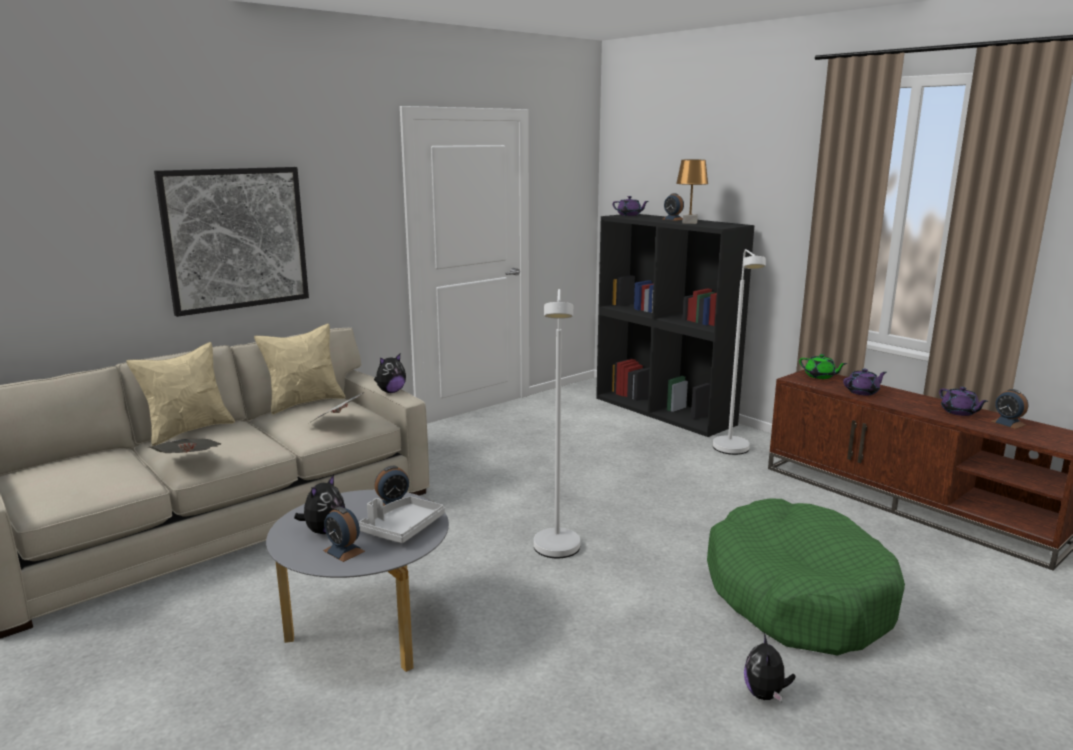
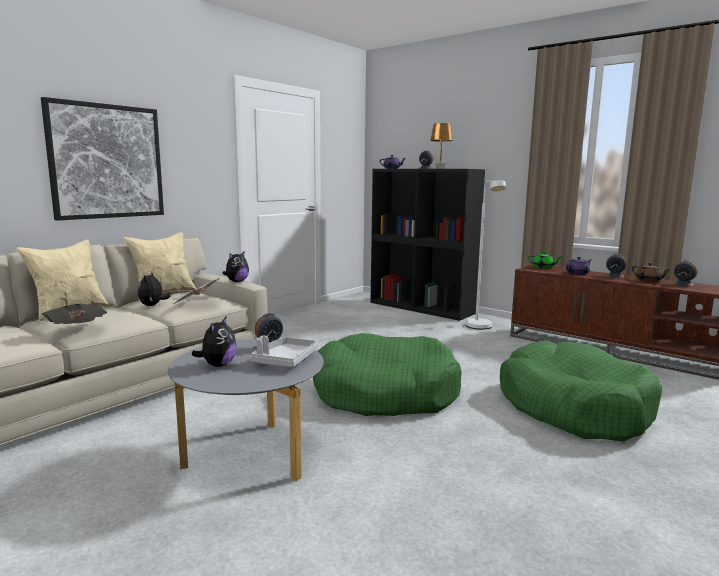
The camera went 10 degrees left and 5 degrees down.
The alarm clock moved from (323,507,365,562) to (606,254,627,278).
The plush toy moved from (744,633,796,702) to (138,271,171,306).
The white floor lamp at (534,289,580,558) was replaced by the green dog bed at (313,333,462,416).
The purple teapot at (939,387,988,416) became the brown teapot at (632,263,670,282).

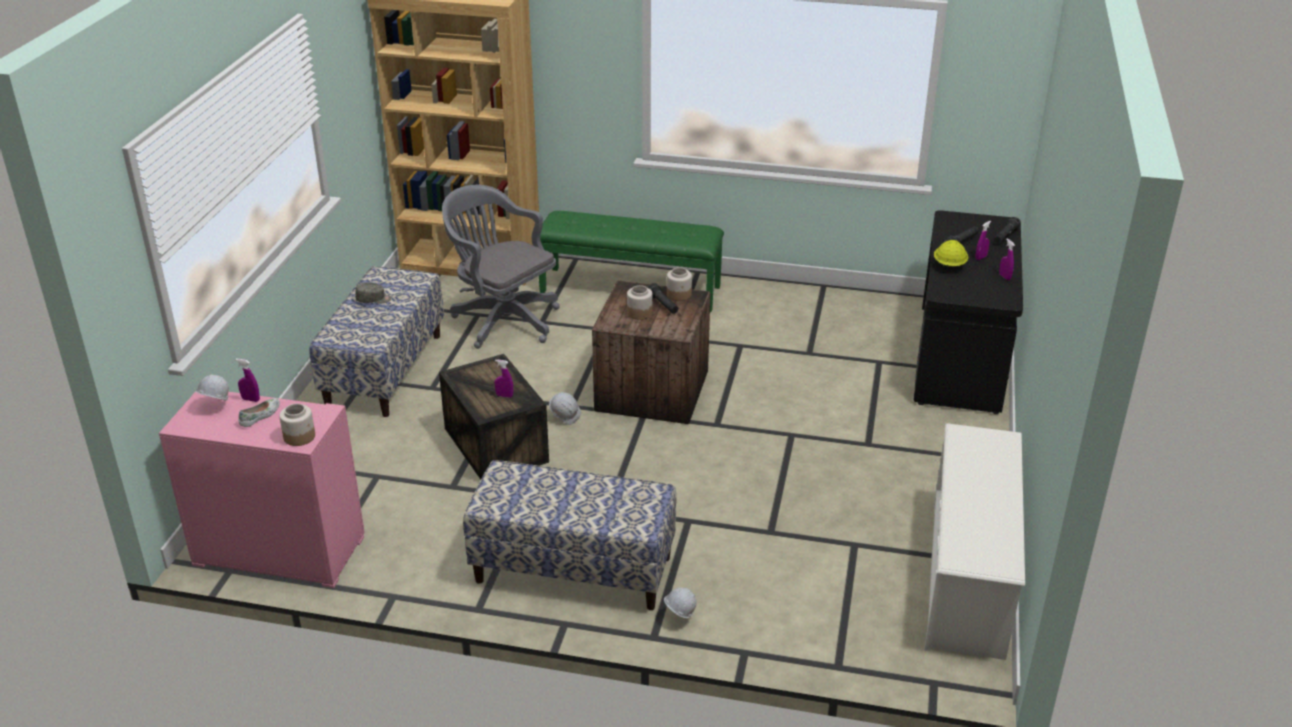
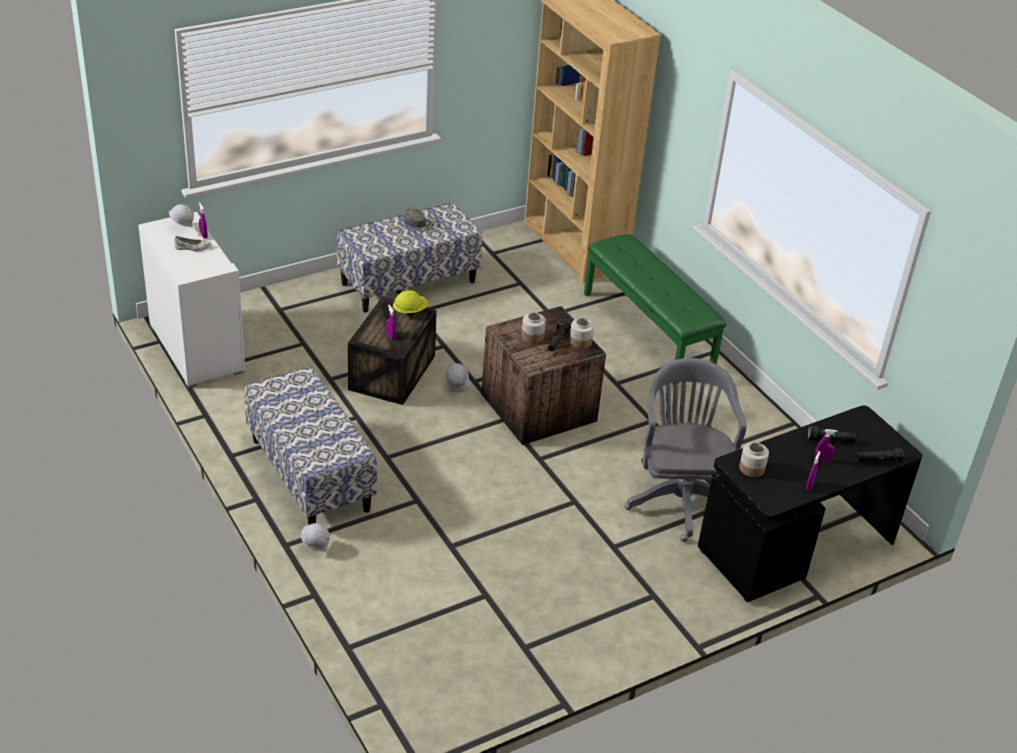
The camera went 45 degrees right and 5 degrees up.
The white shoe rack at (925,423,1025,660) disappeared.
The jar moved from (279,404,315,446) to (739,442,769,477).
The grey office chair moved from (442,185,560,349) to (625,358,747,542).
The yellow hard hat moved from (934,240,968,268) to (393,290,428,316).
The pink dresser at (159,392,365,588) became the white dresser at (138,212,245,388).

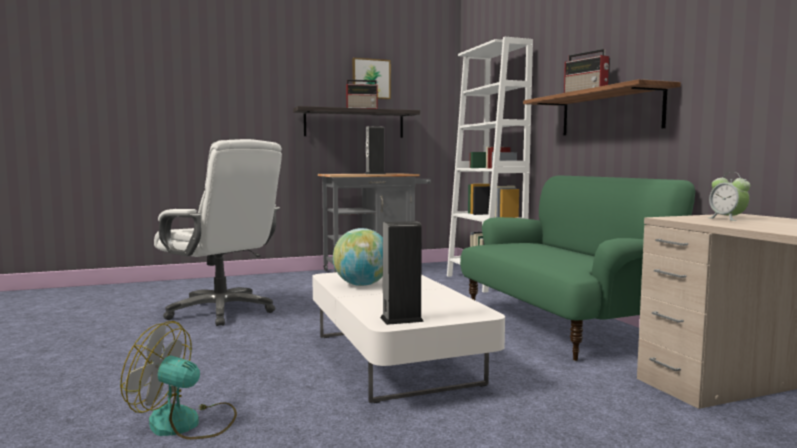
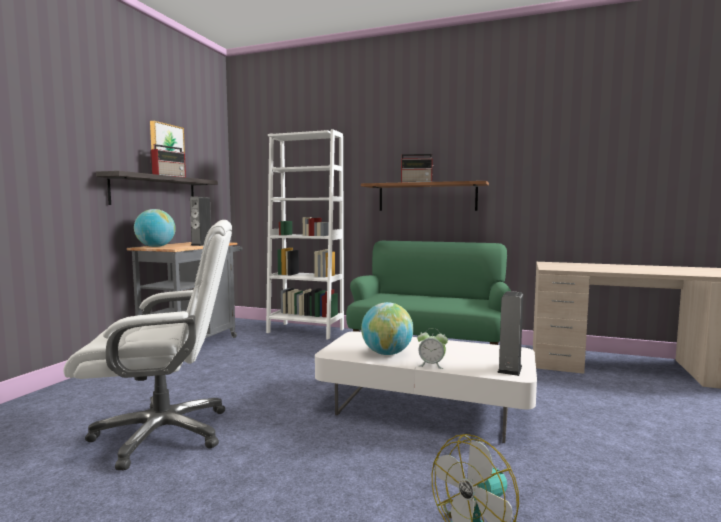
The camera went 50 degrees left and 0 degrees up.
The globe at (134,209,176,247) appeared.
The alarm clock moved from (709,172,751,221) to (417,328,448,369).

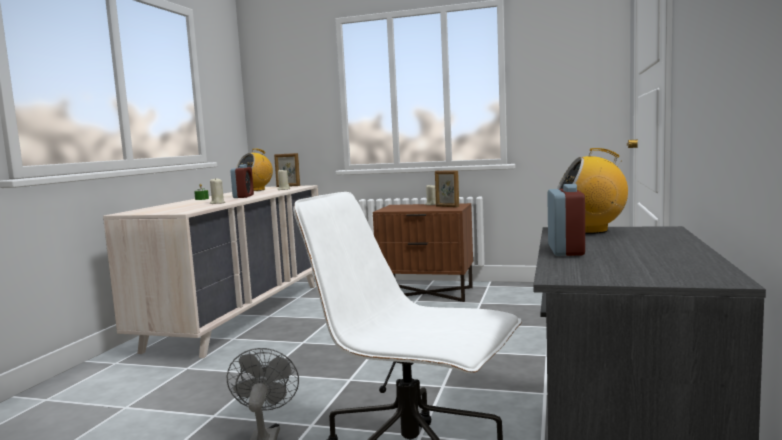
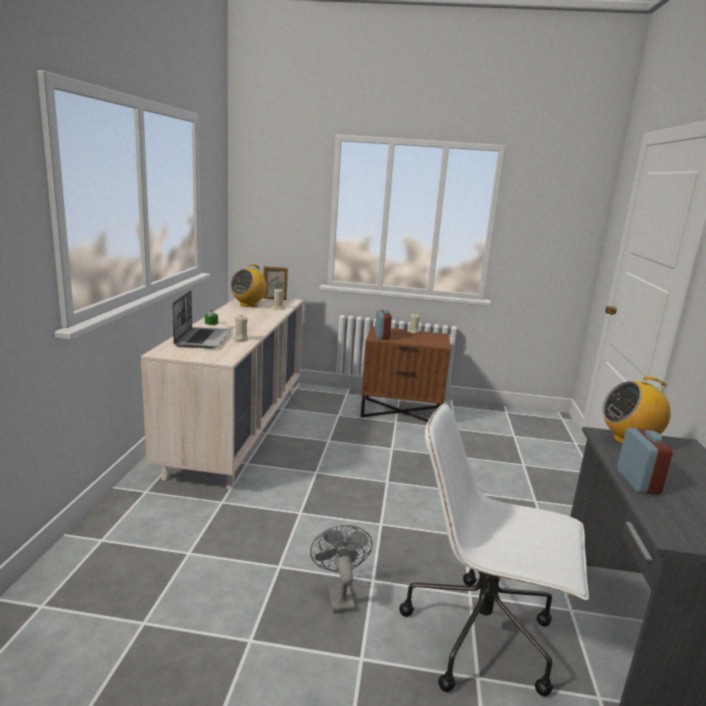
The camera went 10 degrees left and 10 degrees up.
The picture frame at (435,170,459,207) disappeared.
The laptop at (173,290,231,348) appeared.
The alarm clock moved from (230,164,254,198) to (375,310,392,340).

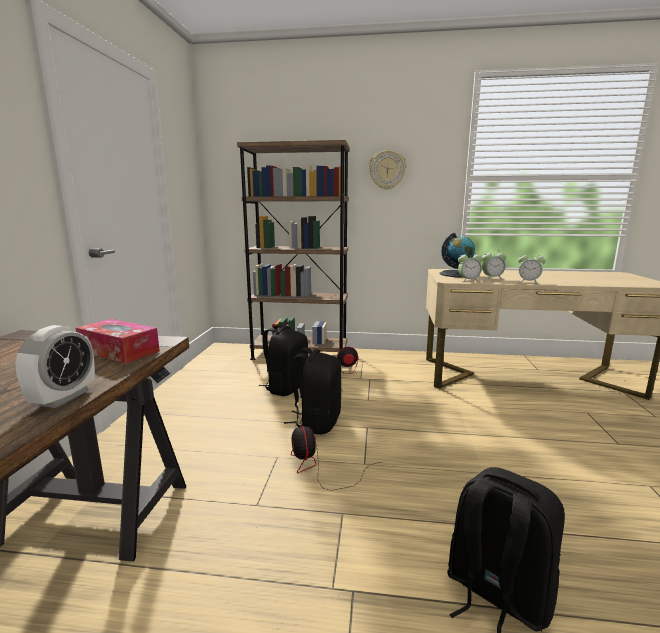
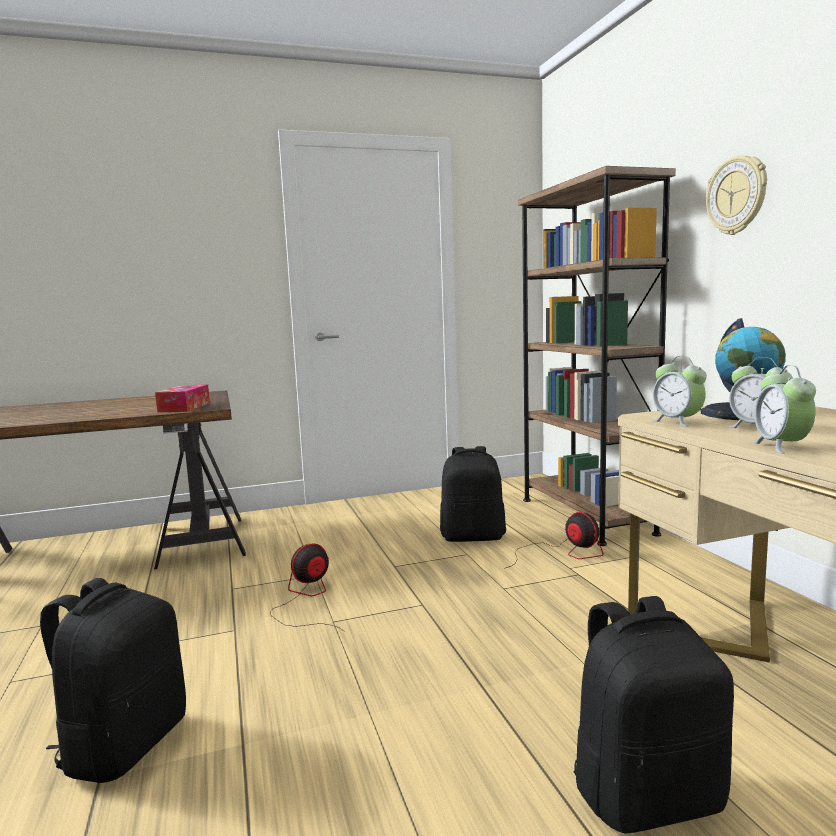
The camera went 65 degrees right and 5 degrees down.
The alarm clock at (15,325,95,408) disappeared.
The black backpack moved from (284,347,342,435) to (574,596,734,833).

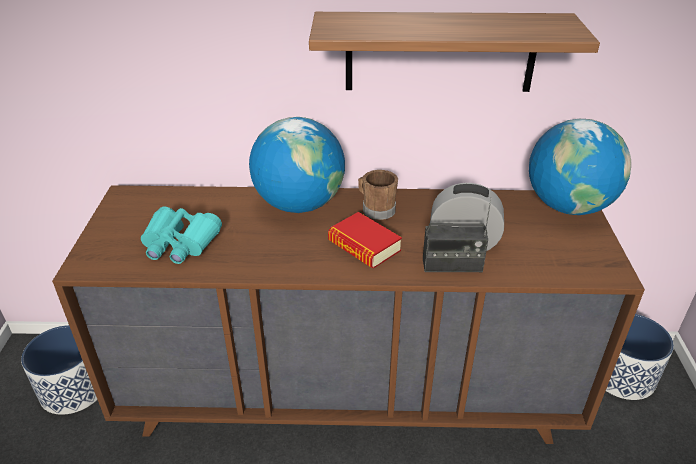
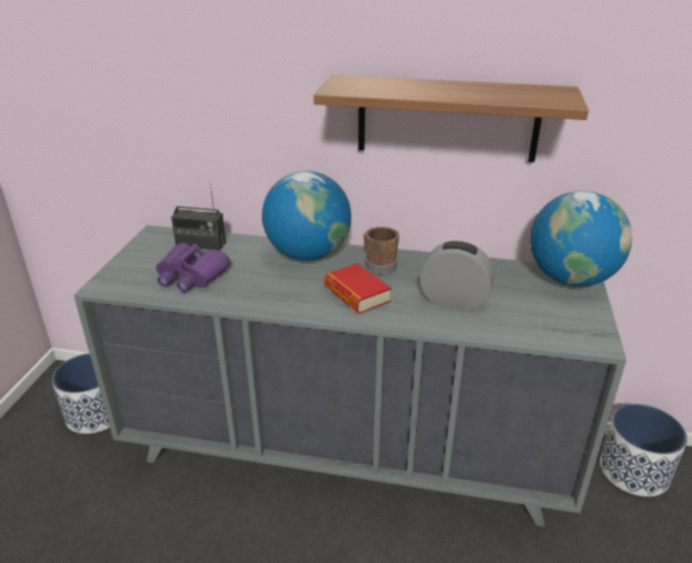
The camera went 10 degrees right and 5 degrees down.
The radio moved from (423,197,492,272) to (171,183,226,251).
The brown dresser at (52,185,645,444) became the grey dresser at (74,225,626,527).
The turquoise binoculars at (141,207,222,264) became the purple binoculars at (156,243,231,292).

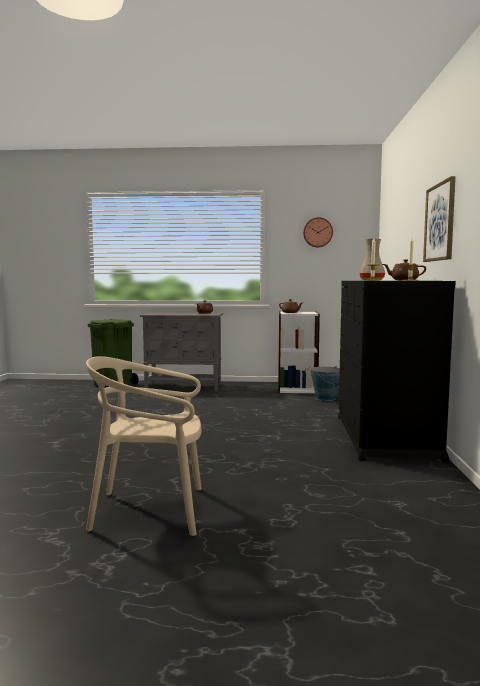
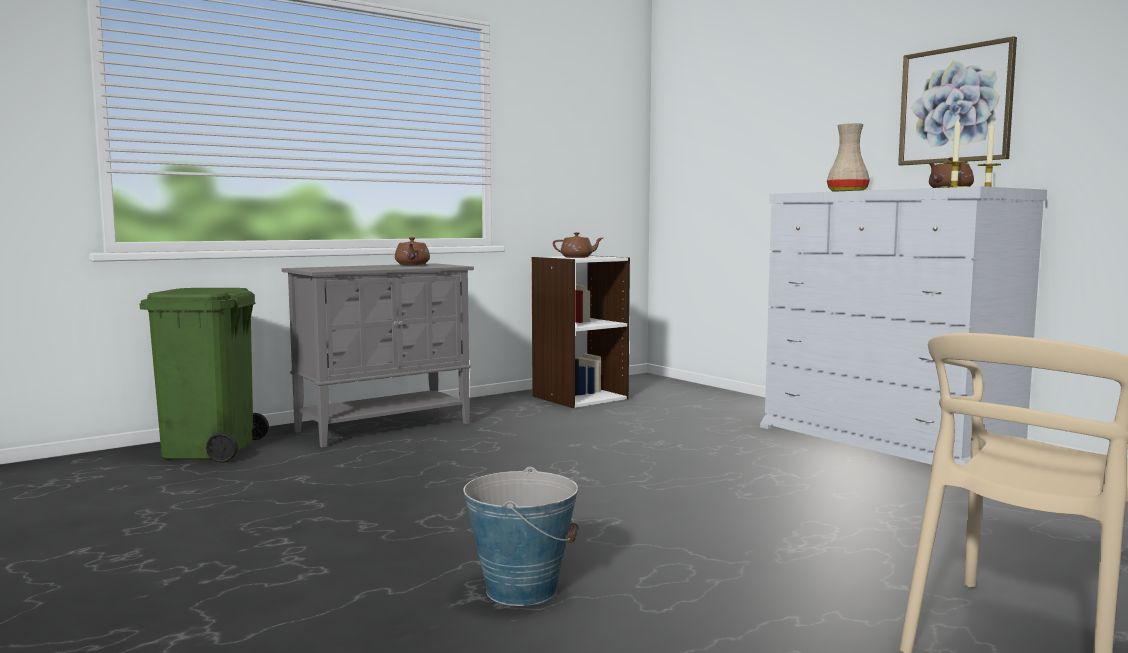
The camera went 40 degrees left and 0 degrees up.
The wall clock at (303,217,333,247) disappeared.
The bucket moved from (310,366,340,401) to (463,466,579,606).
The black dresser at (338,281,456,463) became the white dresser at (760,186,1047,465).

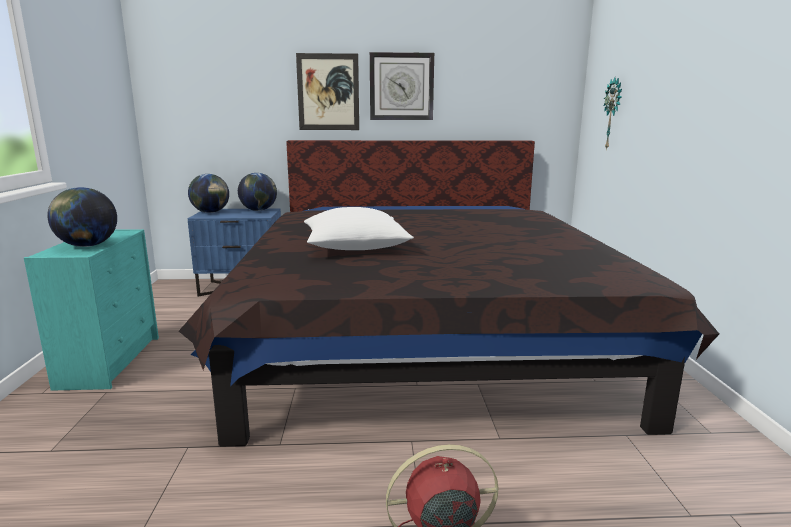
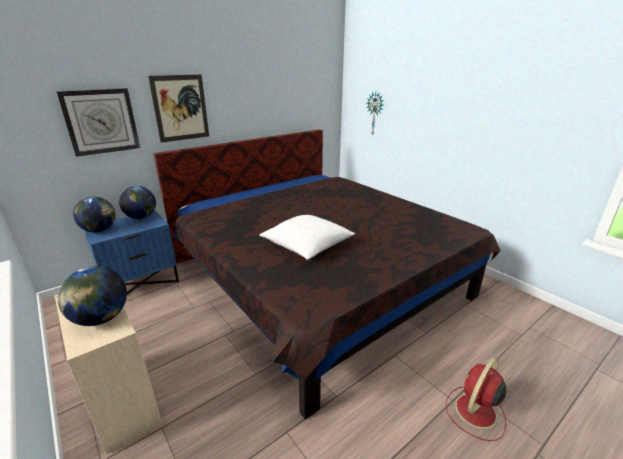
The camera went 35 degrees left and 10 degrees up.
The wall clock moved from (370,52,434,120) to (56,88,140,157).
The turquoise dresser at (24,229,159,391) became the beige dresser at (54,295,162,454).

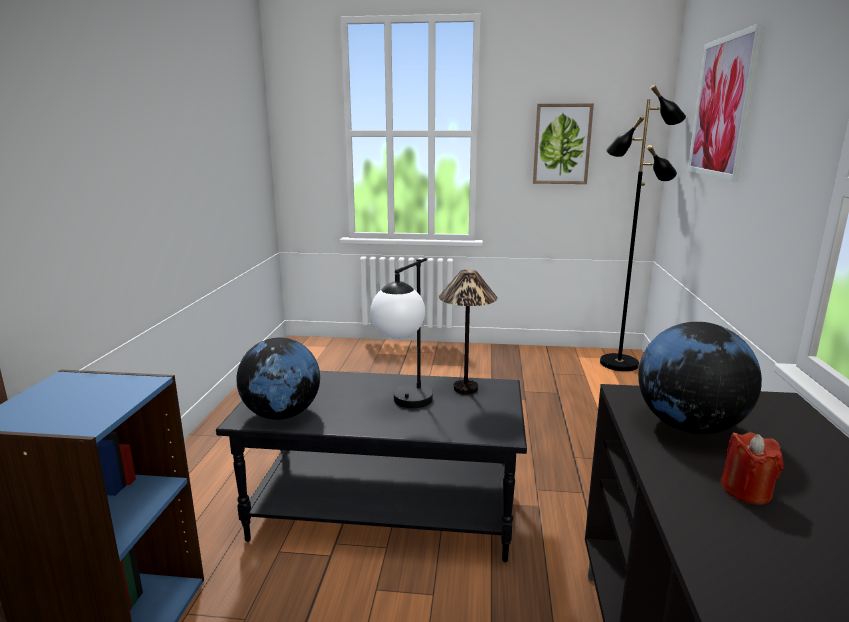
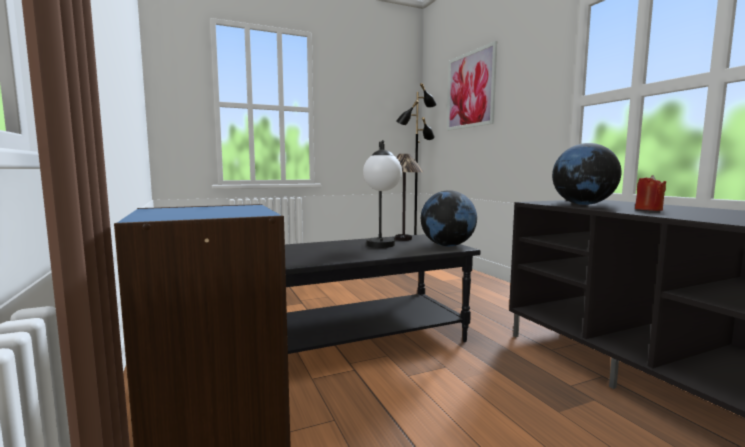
The camera went 30 degrees left and 10 degrees down.
The picture at (533,104,594,184) disappeared.
The globe moved from (236,338,320,420) to (421,190,477,246).

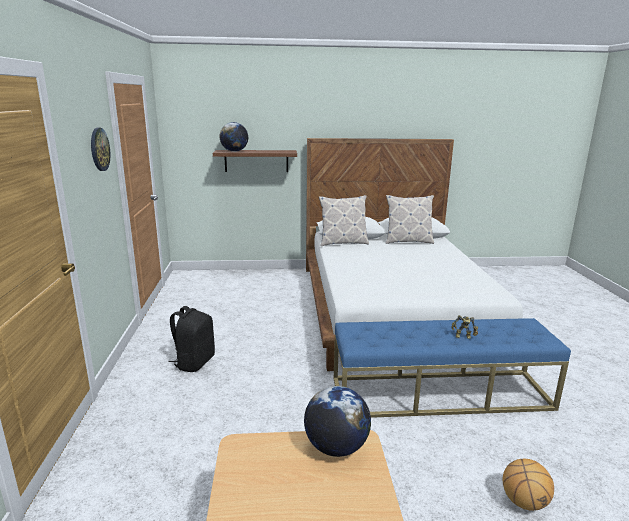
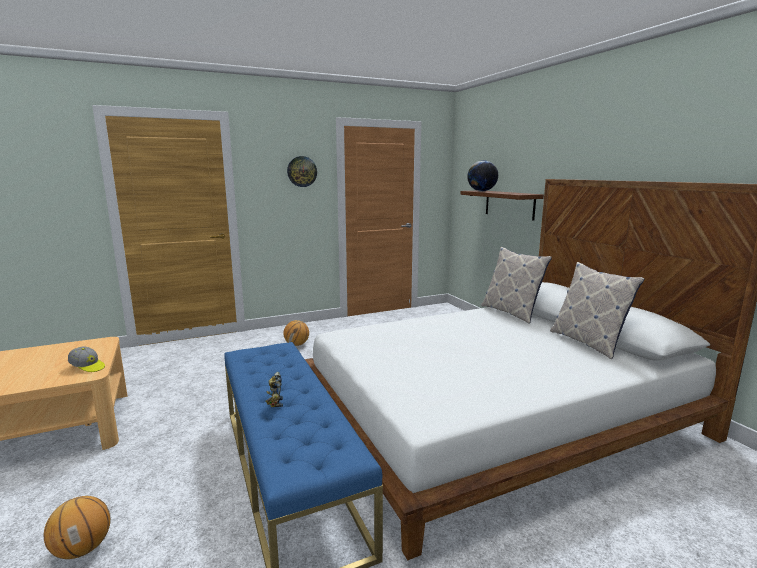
The camera went 70 degrees right and 5 degrees down.
The black backpack at (169,306,215,372) was replaced by the basketball at (283,320,309,346).
The globe at (304,386,371,457) was replaced by the cap at (68,346,105,372).

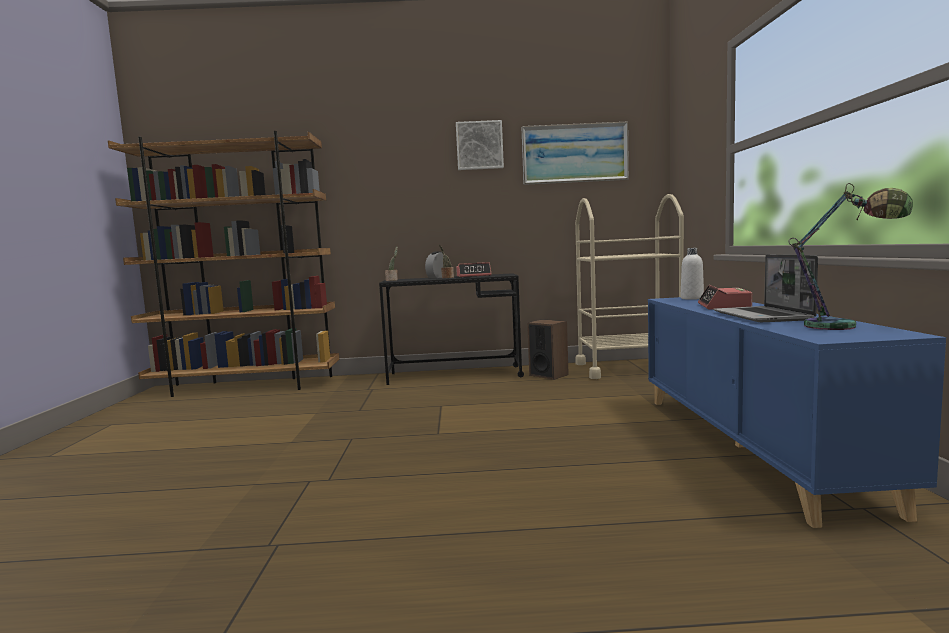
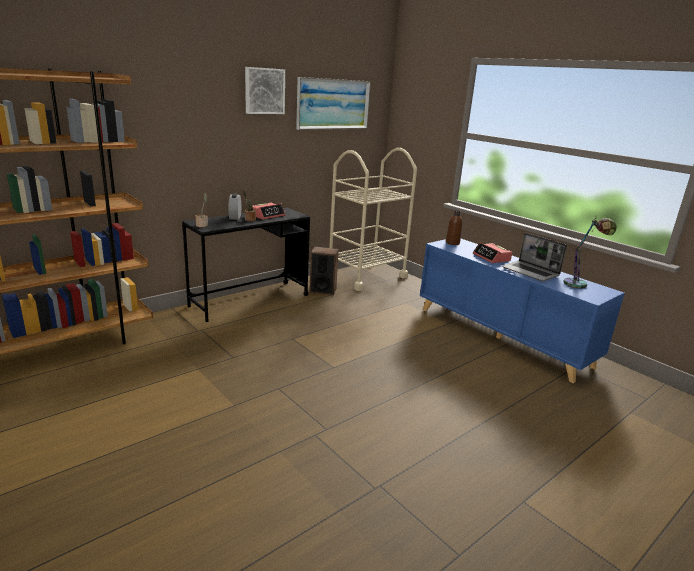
The camera went 40 degrees left and 15 degrees up.
The white bottle at (681,248,704,300) became the brown bottle at (446,210,462,245).

